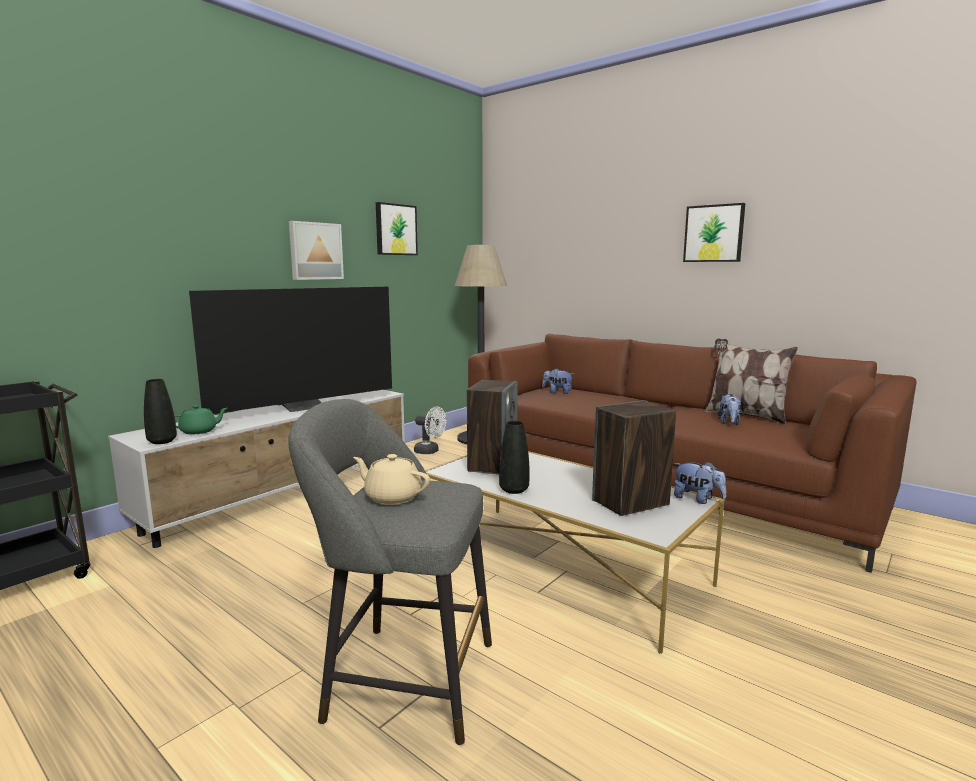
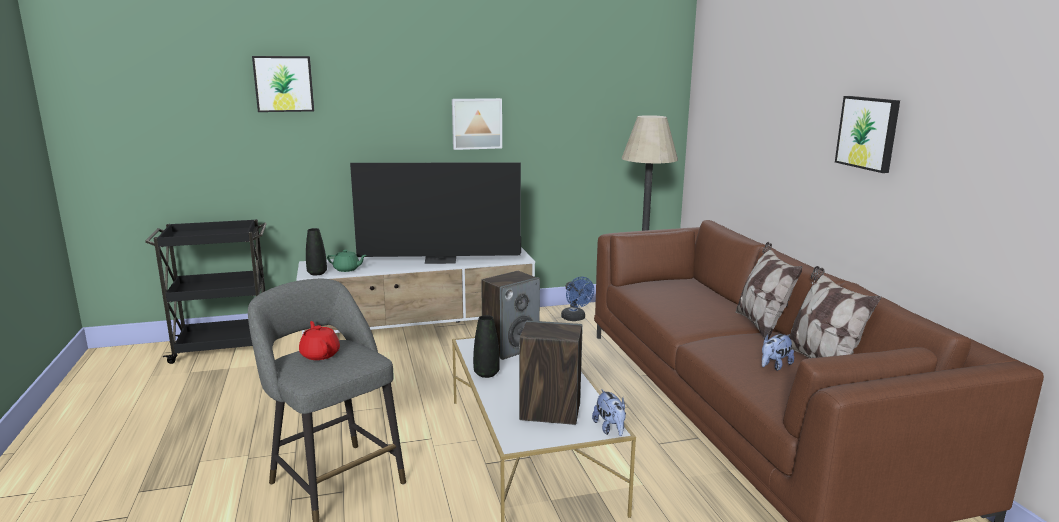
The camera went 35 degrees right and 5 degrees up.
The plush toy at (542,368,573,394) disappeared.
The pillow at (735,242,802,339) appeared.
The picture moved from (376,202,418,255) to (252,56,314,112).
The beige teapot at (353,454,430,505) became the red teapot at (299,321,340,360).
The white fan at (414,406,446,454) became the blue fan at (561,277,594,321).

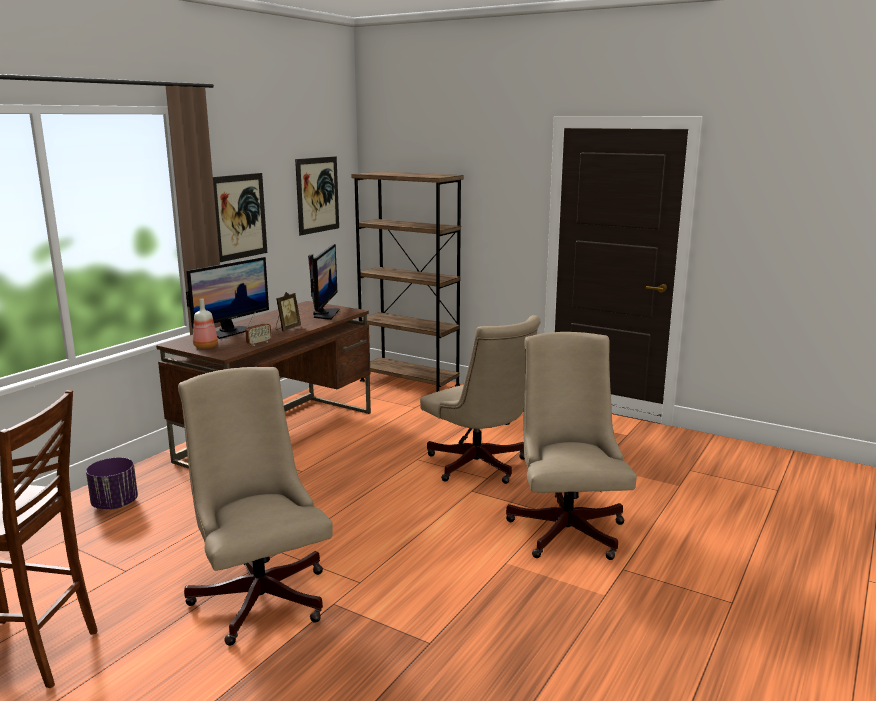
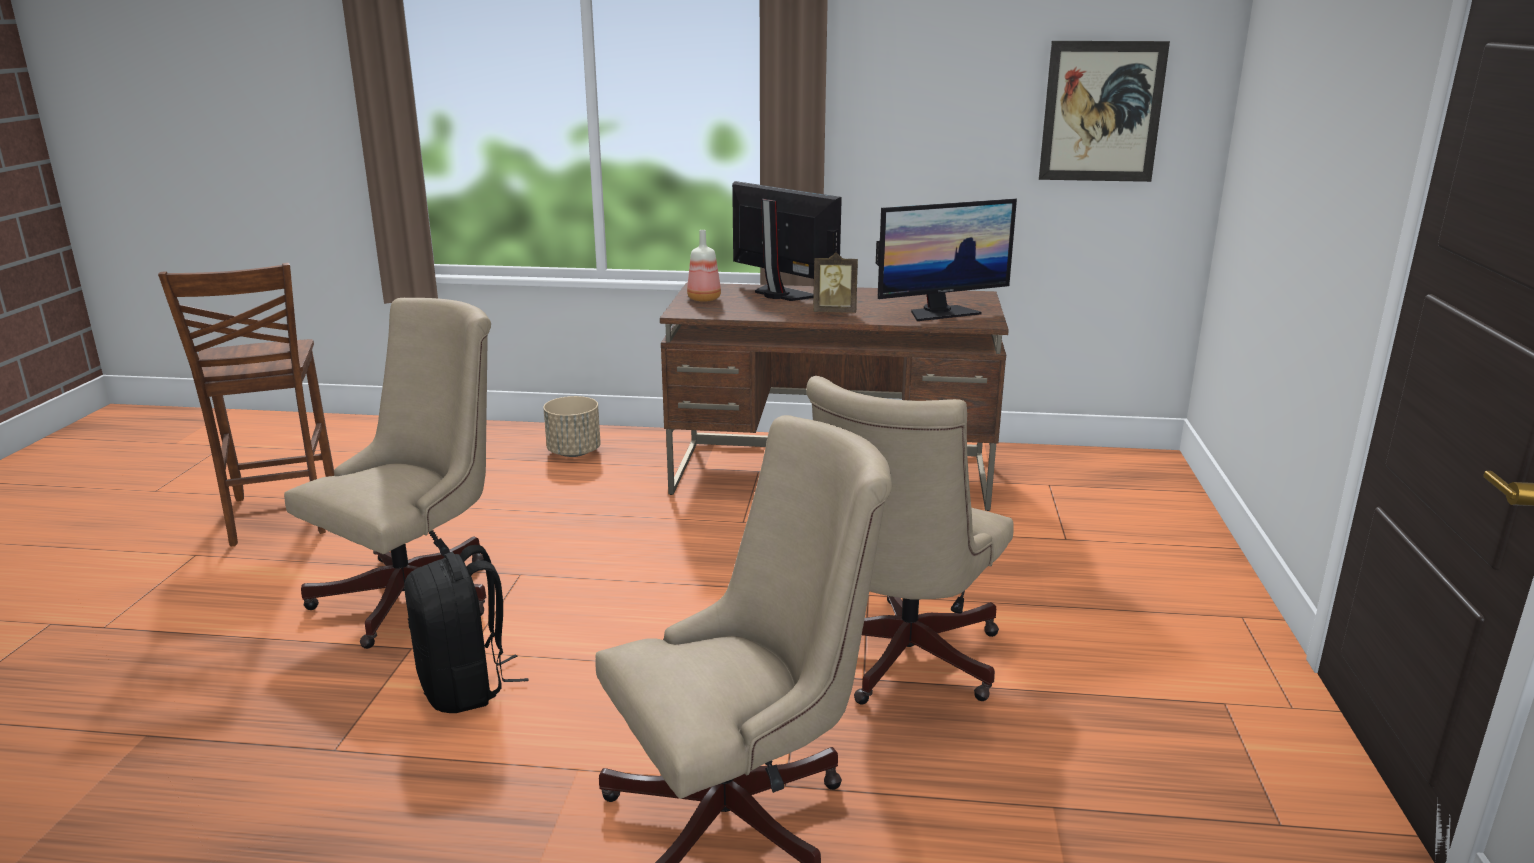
The camera went 65 degrees right and 5 degrees up.
The picture at (213,173,267,262) disappeared.
The radio at (245,311,272,346) disappeared.
The brown bookcase at (351,171,464,392) disappeared.
The black backpack at (404,545,528,713) appeared.
The purple planter at (86,457,138,509) became the beige planter at (543,396,601,457).
The monitor at (186,257,269,339) turned 150 degrees counterclockwise.

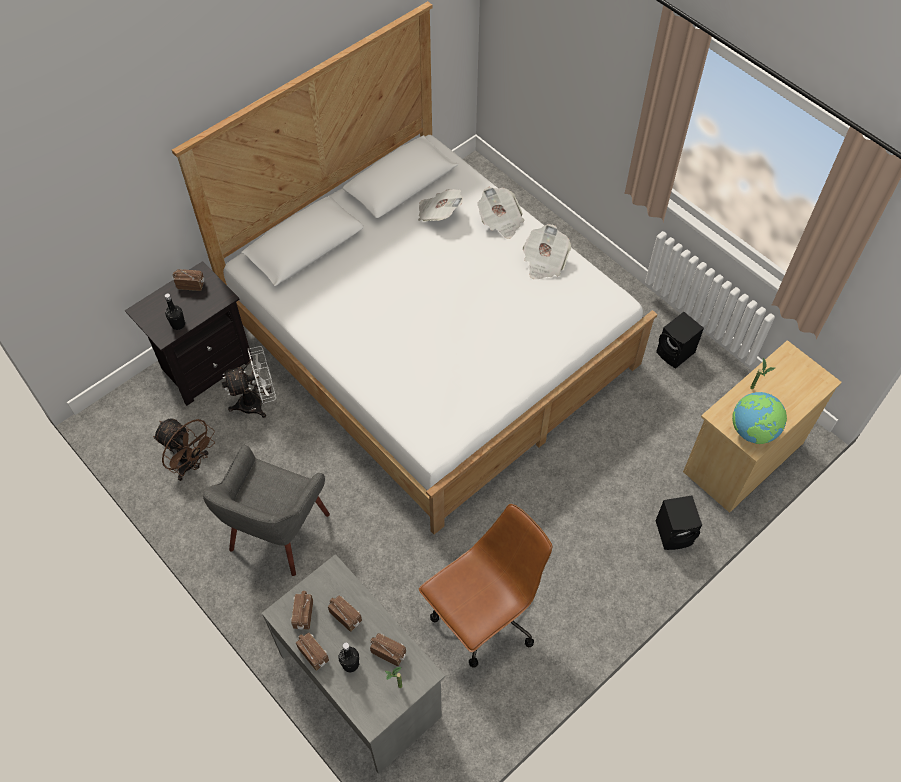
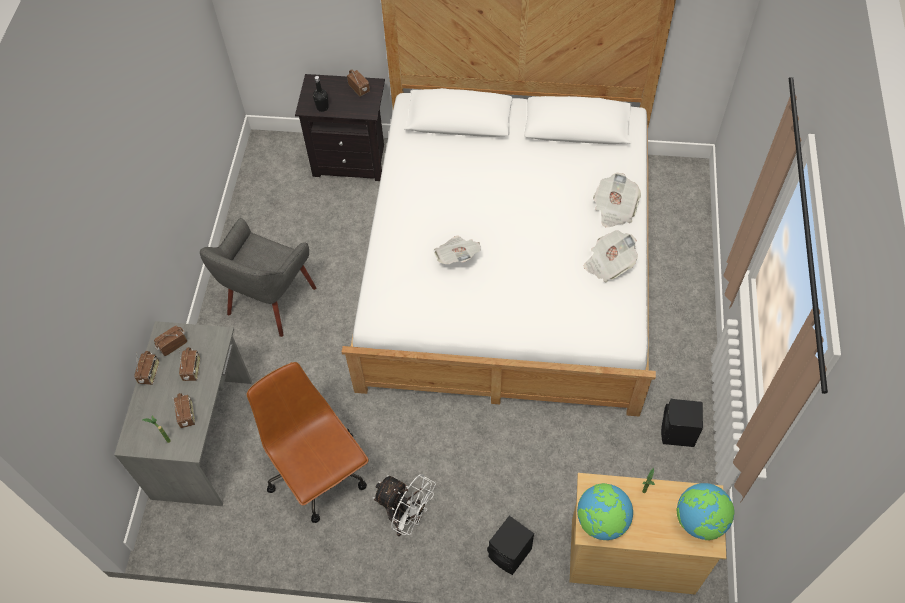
The camera went 50 degrees right and 0 degrees up.
The brown fan at (153,418,215,481) disappeared.
The black bottle at (338,643,360,672) disappeared.
The globe at (677,483,735,540) appeared.
The white fan moved from (222,346,276,418) to (372,474,436,536).
The newspaper moved from (418,189,463,221) to (434,236,481,264).
The grey armchair at (203,445,330,576) turned 45 degrees counterclockwise.
The brown office chair at (419,504,552,668) turned 135 degrees counterclockwise.

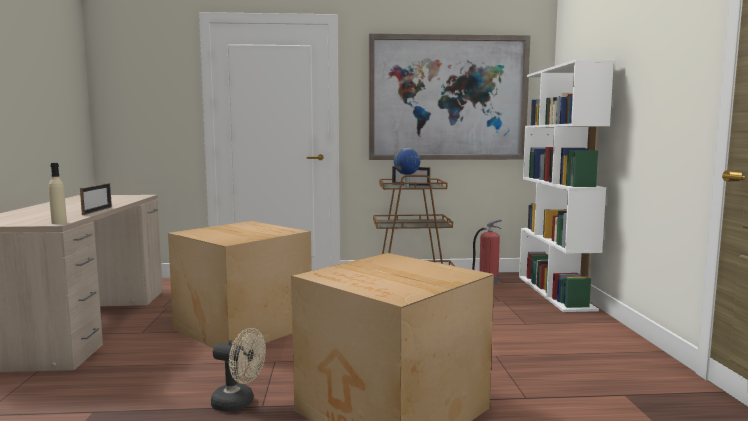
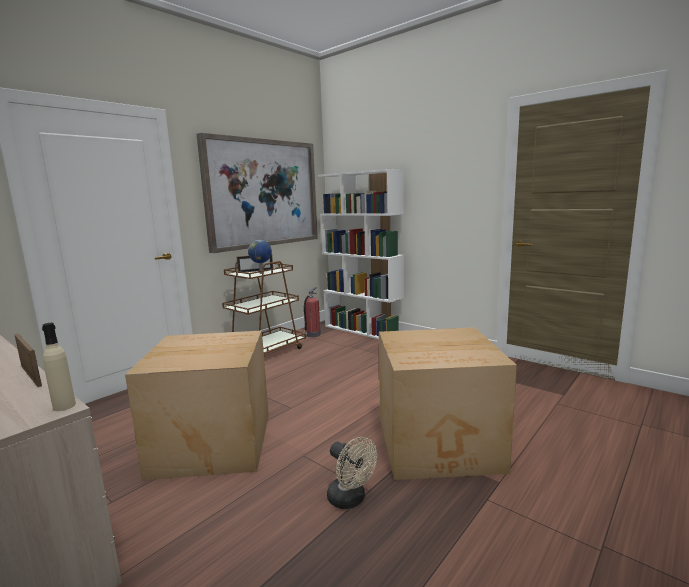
The camera went 45 degrees left and 5 degrees up.
The beige fan at (211,328,266,412) turned 75 degrees clockwise.

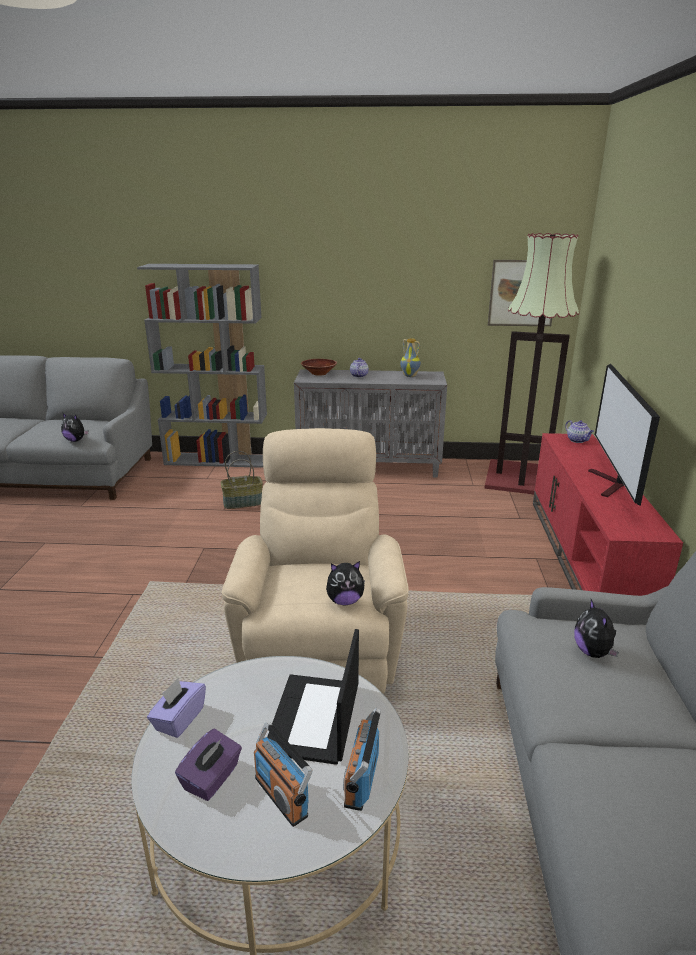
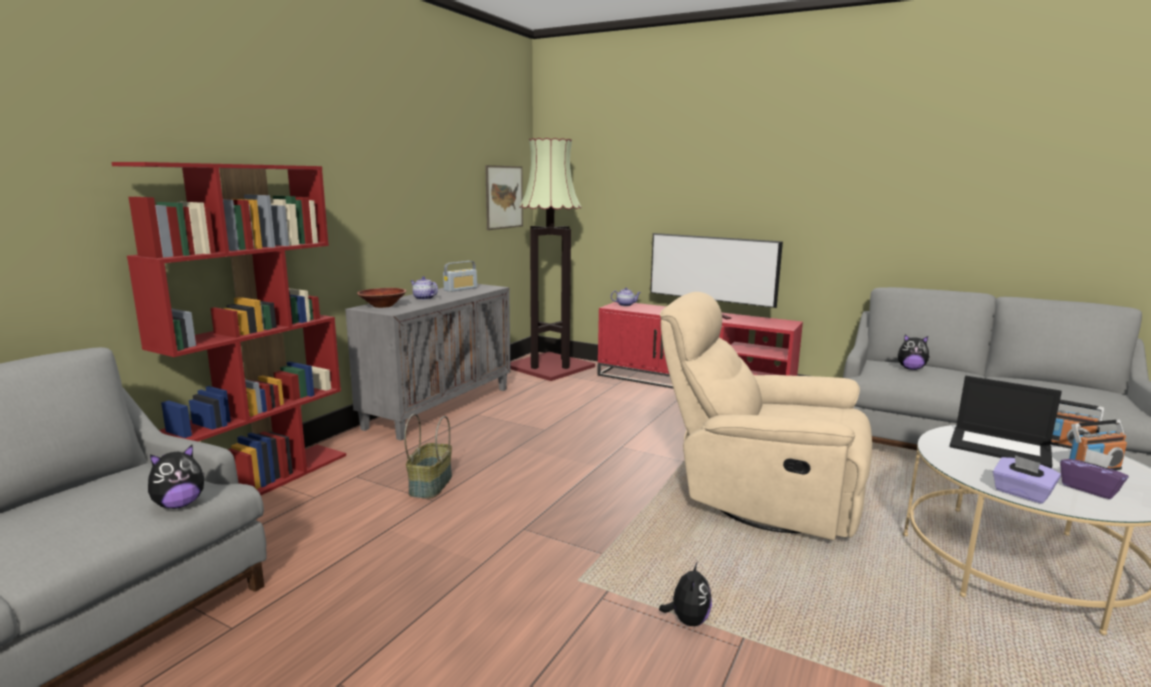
The camera went 65 degrees left and 10 degrees down.
The plush toy moved from (326,561,365,605) to (659,561,712,626).
The vase at (400,338,421,377) was replaced by the radio at (443,261,477,292).
The grey bookcase at (137,264,267,468) became the red bookcase at (112,162,346,495).

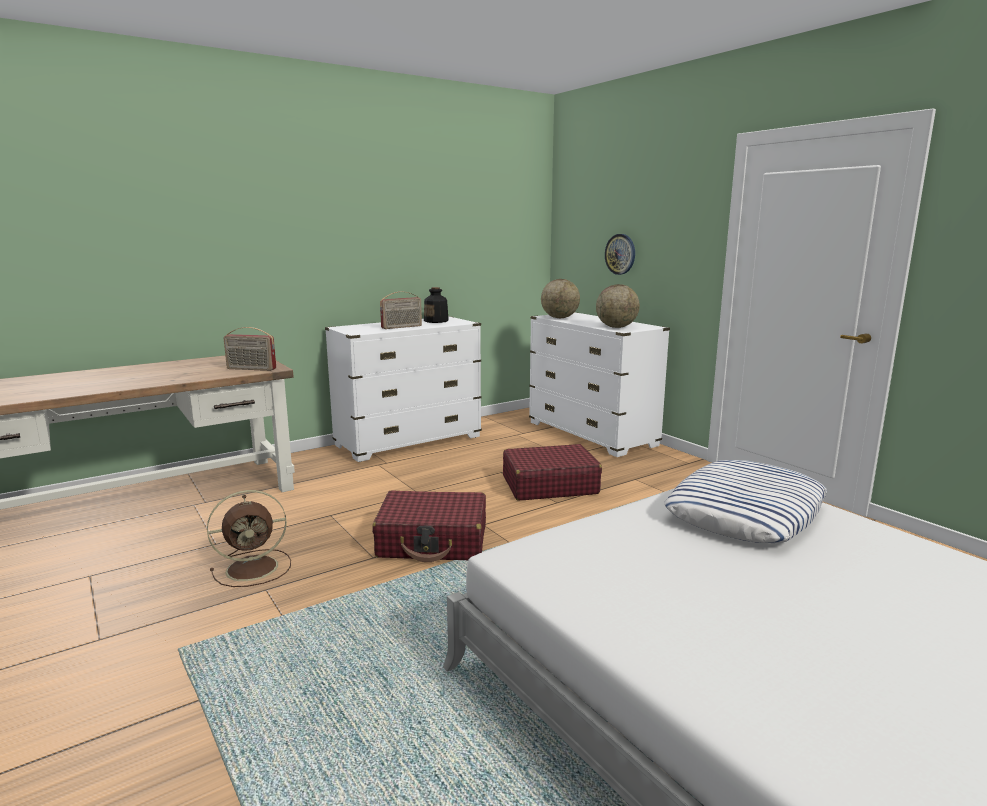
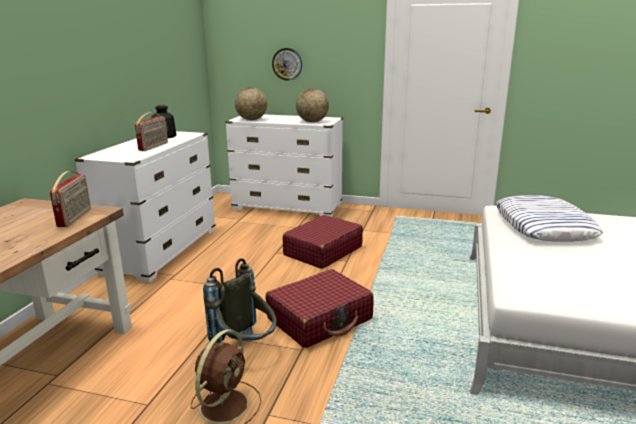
The camera went 40 degrees left and 5 degrees up.
The grey backpack at (203,258,276,347) appeared.
The radio at (224,327,276,371) turned 60 degrees counterclockwise.

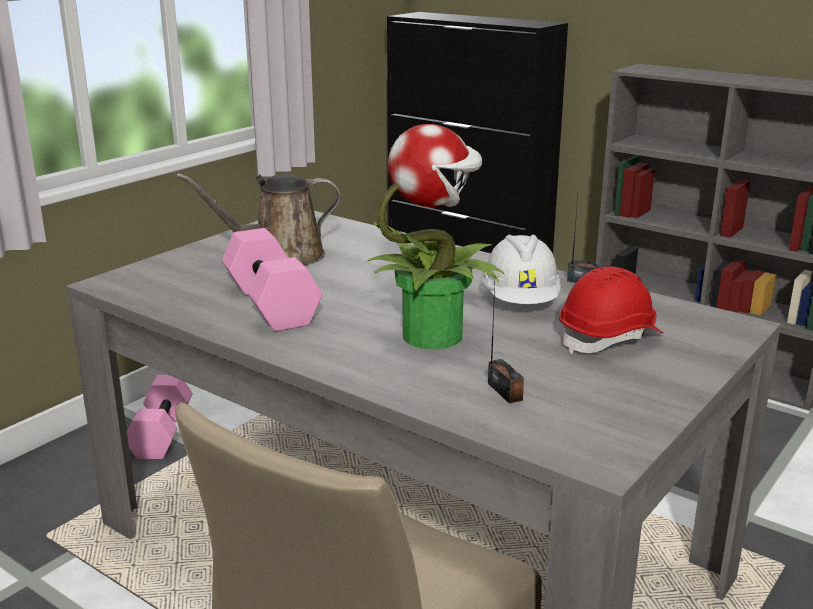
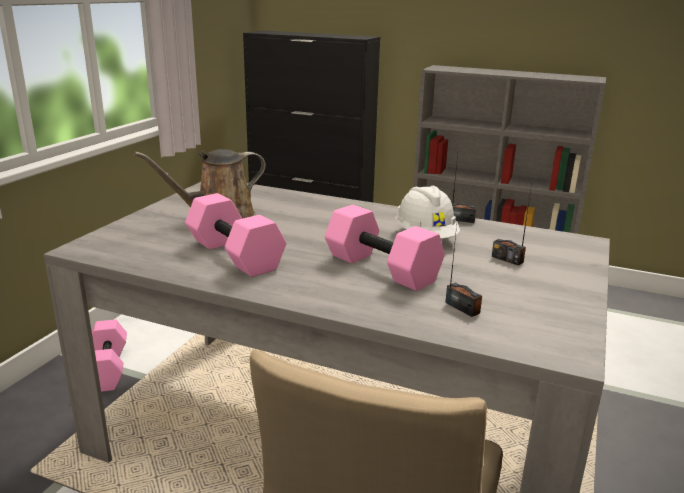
The camera went 15 degrees left and 0 degrees up.
The potted plant at (367,124,505,349) was replaced by the pink dumbbell at (325,205,445,291).
The red hard hat at (559,266,663,354) was replaced by the radio at (492,184,532,266).

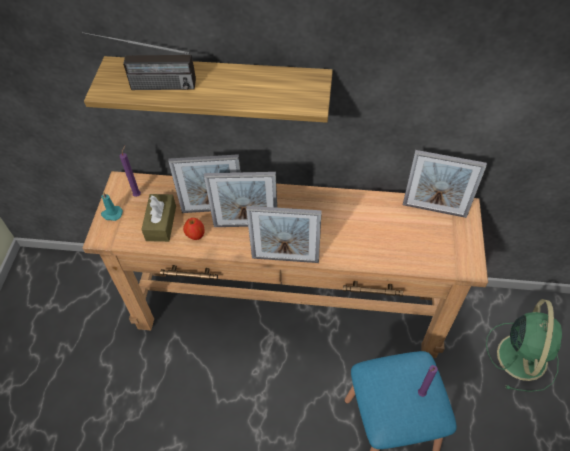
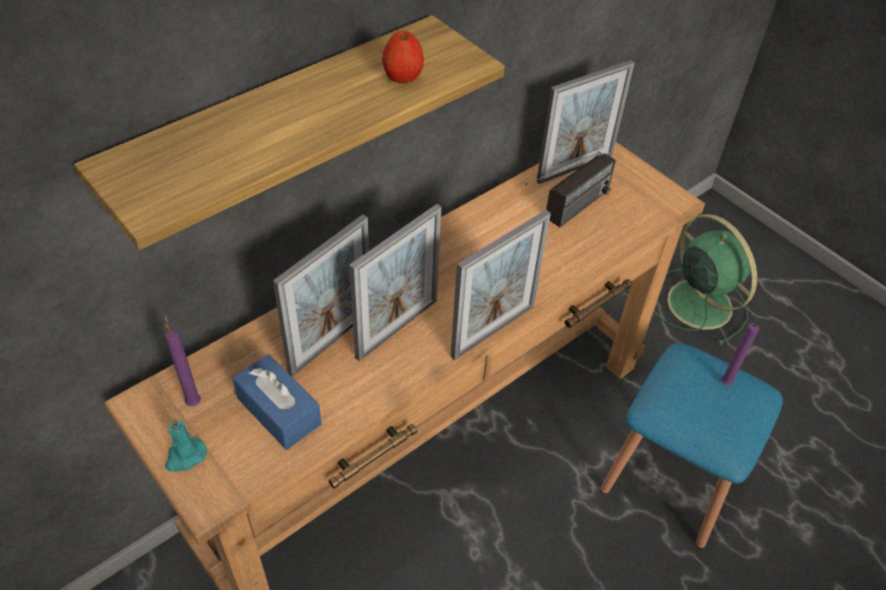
The camera went 50 degrees left and 5 degrees down.
The radio moved from (82,32,196,90) to (525,151,616,227).
The apple moved from (183,218,204,240) to (382,31,424,83).
The brown tissue box at (141,194,176,242) became the blue tissue box at (232,354,322,450).

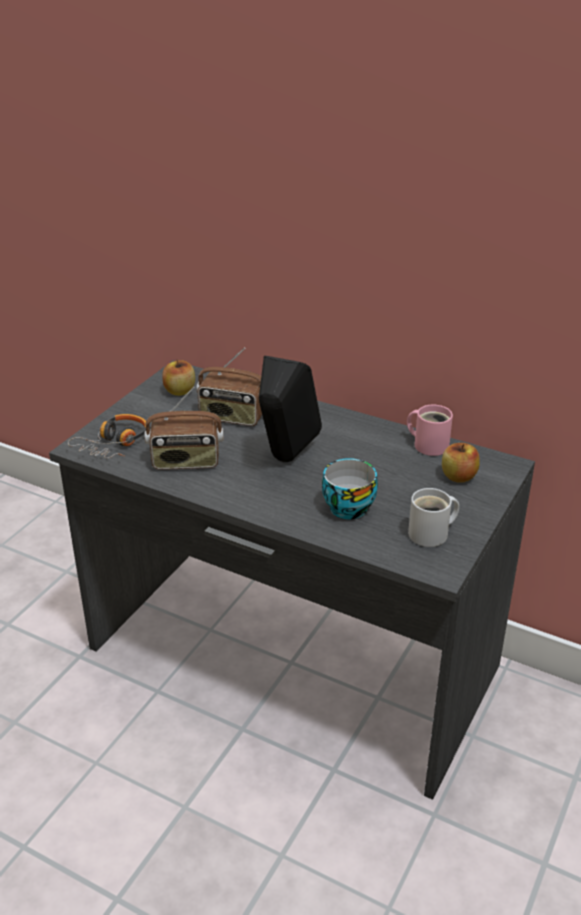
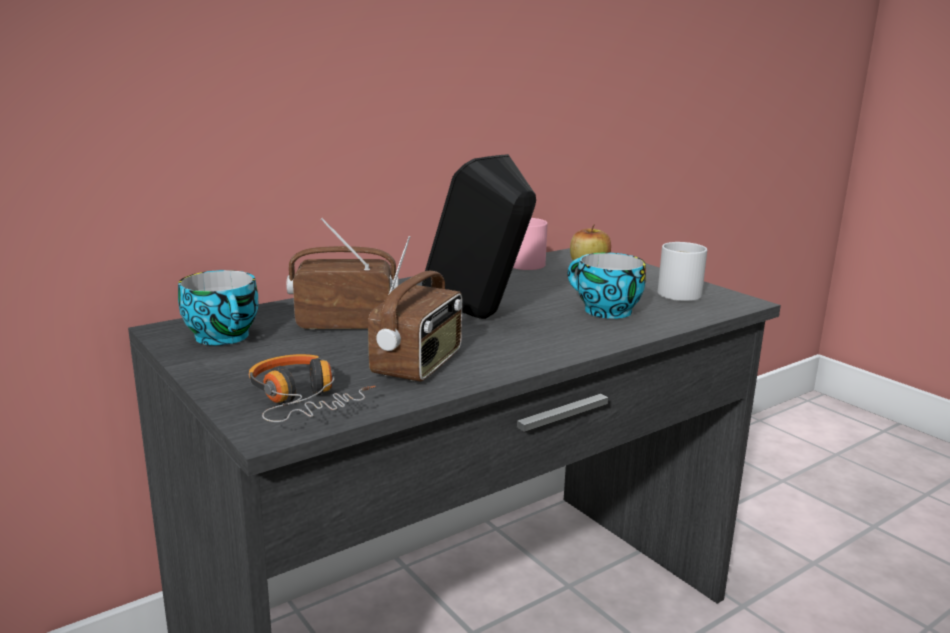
The camera went 65 degrees left and 15 degrees down.
The apple at (162,359,195,396) was replaced by the cup at (178,270,258,345).
The radio at (196,347,262,426) turned 135 degrees counterclockwise.

